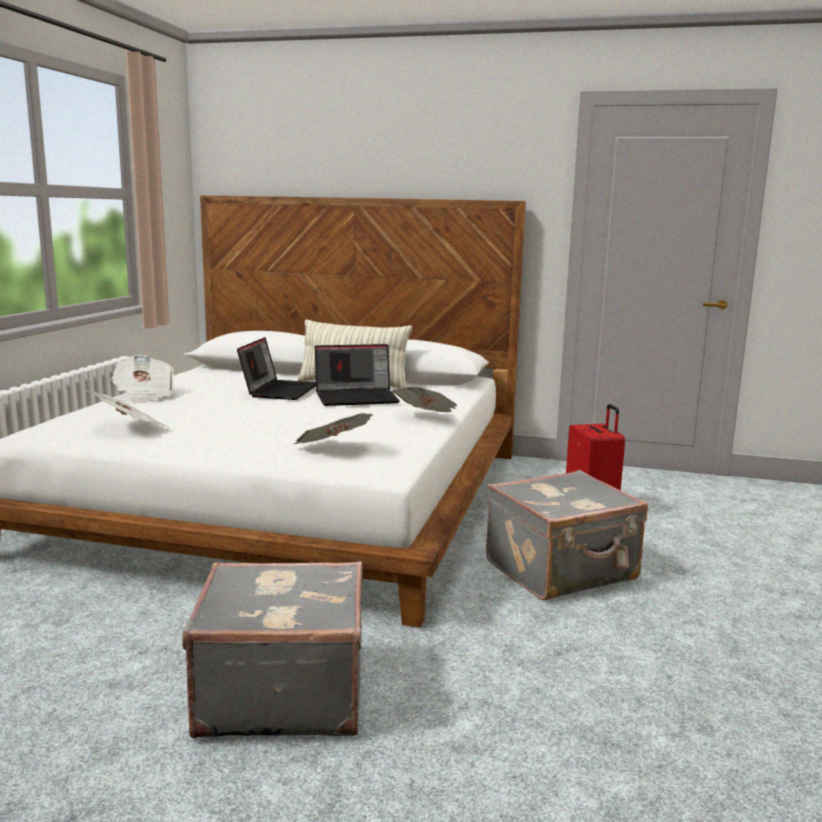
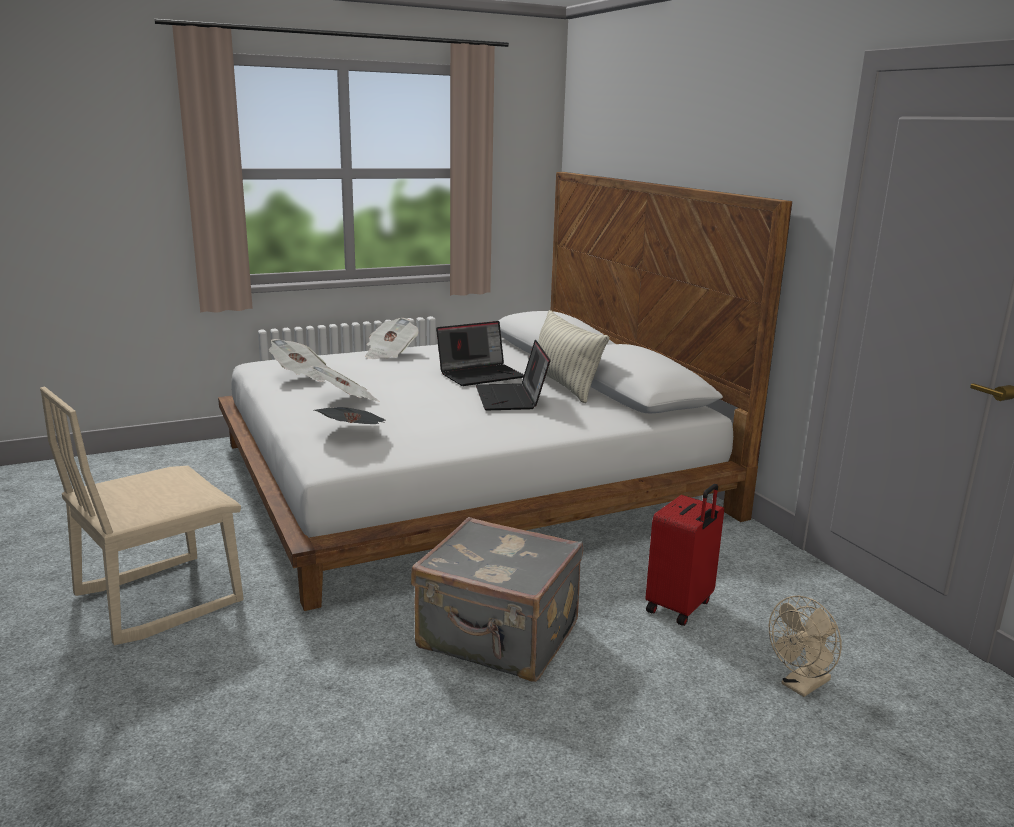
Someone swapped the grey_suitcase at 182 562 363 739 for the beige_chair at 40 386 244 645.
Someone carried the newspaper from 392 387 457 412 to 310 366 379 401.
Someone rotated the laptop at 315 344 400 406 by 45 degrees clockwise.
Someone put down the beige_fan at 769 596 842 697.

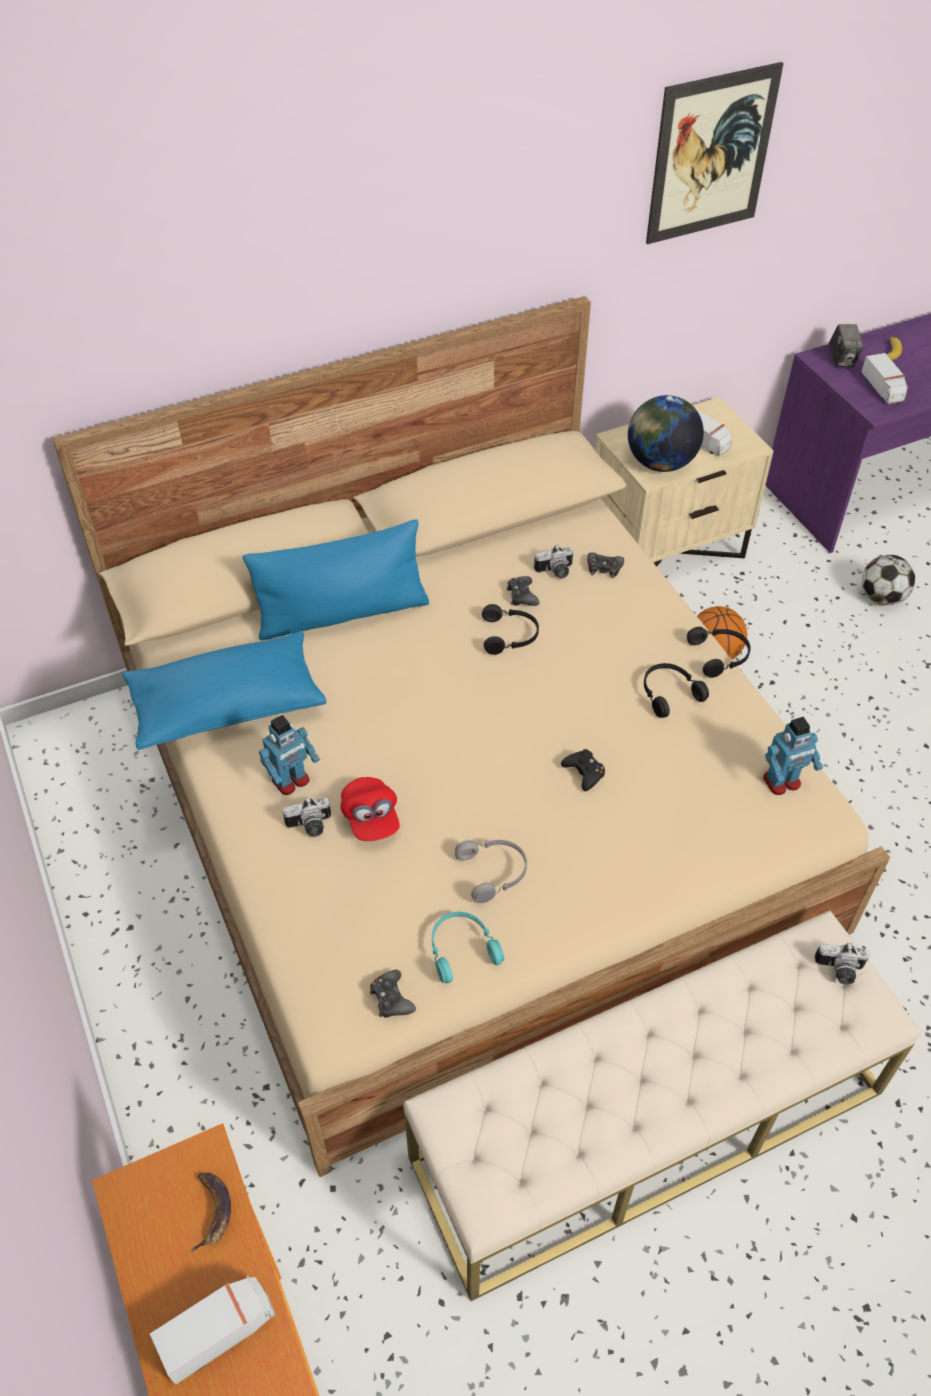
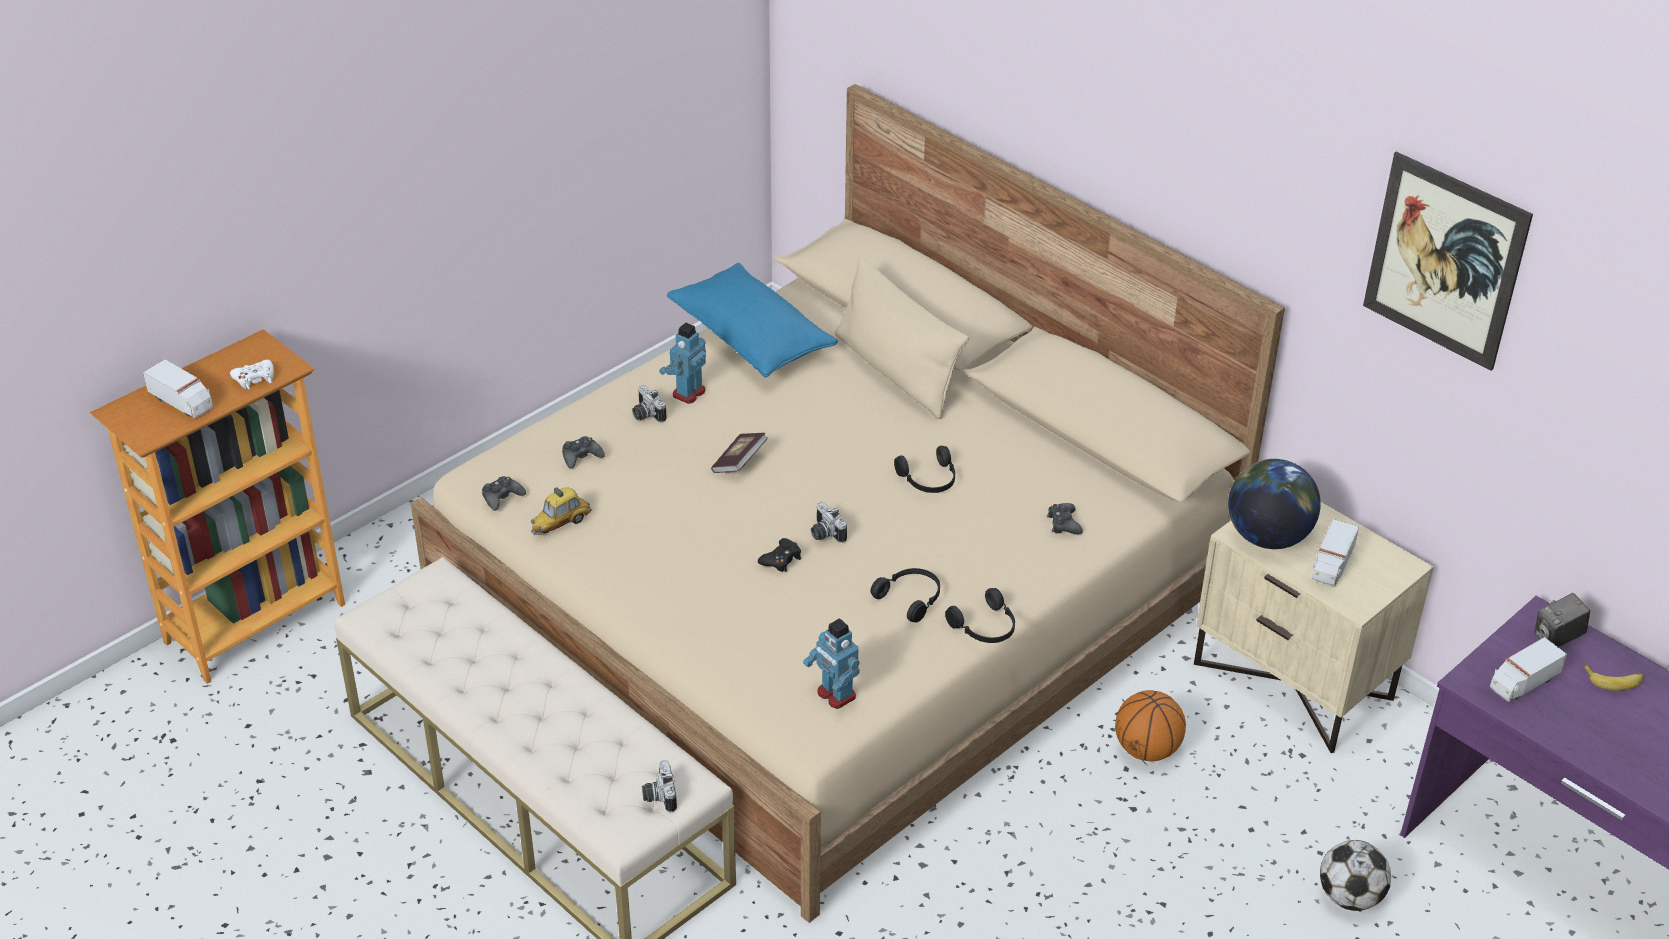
Someone swapped the banana at 191 1173 231 1251 for the white_game_controller at 230 360 274 390.
Someone swapped the turquoise_headphones at 432 912 504 983 for the toy_car at 531 487 592 535.
Someone carried the black_game_controller from 507 576 539 606 to 562 436 605 469.
Someone rotated the toy_robot at 259 715 320 795 by 90 degrees clockwise.
Someone put down the book at 711 433 768 473.
Someone carried the photo_camera from 534 545 573 578 to 811 502 847 543.
Someone repainted the blue_pillow at 243 520 429 640, which became the beige_pillow at 835 256 969 419.
Someone took away the red_cap at 341 777 400 841.
Someone took away the grey_headphones at 455 840 527 903.

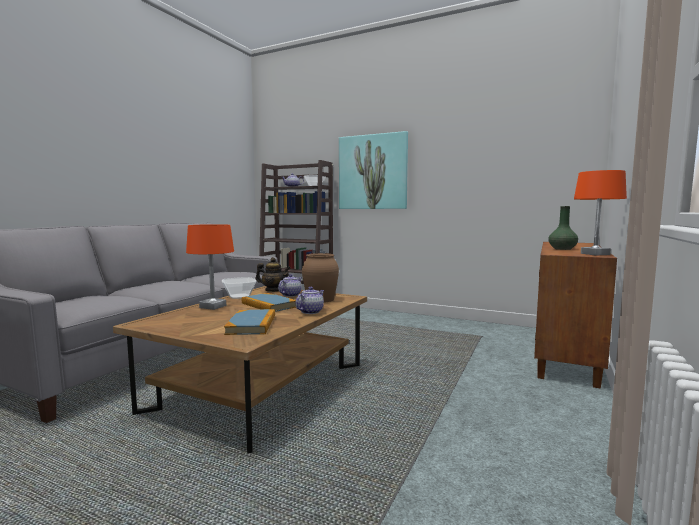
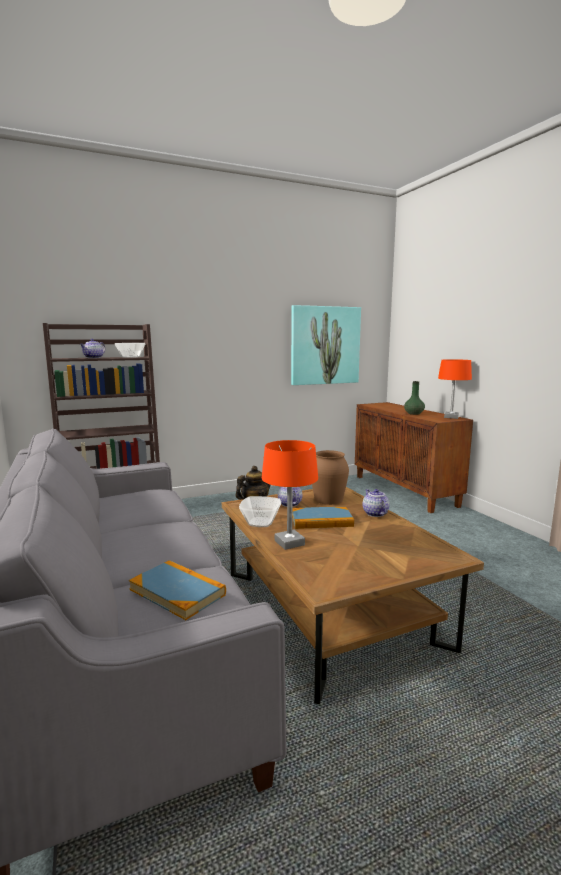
Someone carried the book from 224 309 275 335 to 129 560 226 620.
Someone carried the picture from 339 131 408 209 to 291 305 361 385.

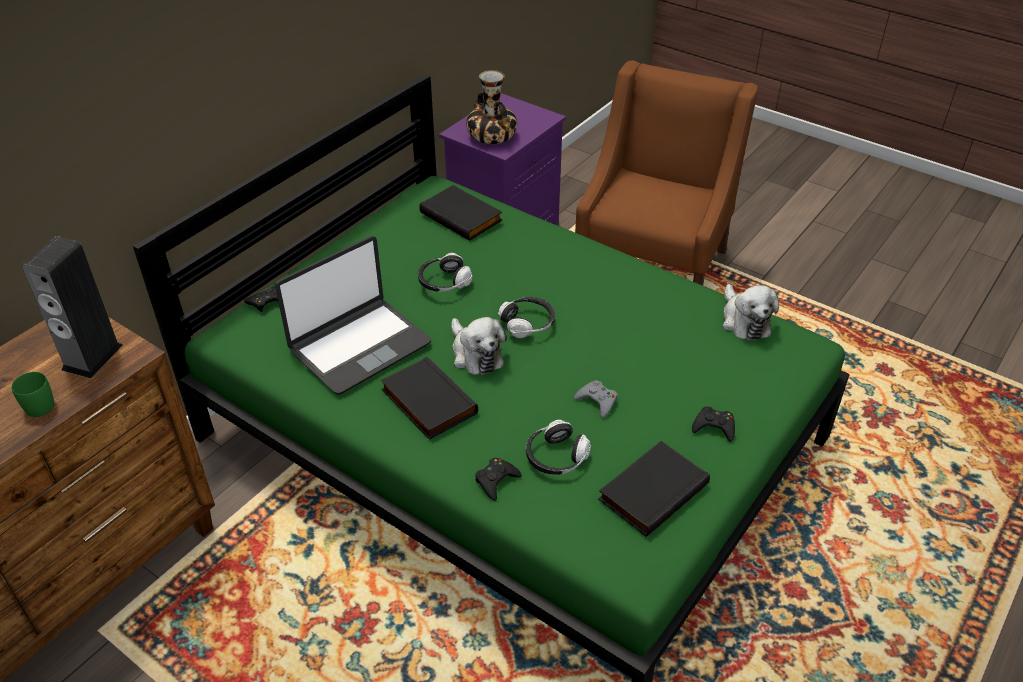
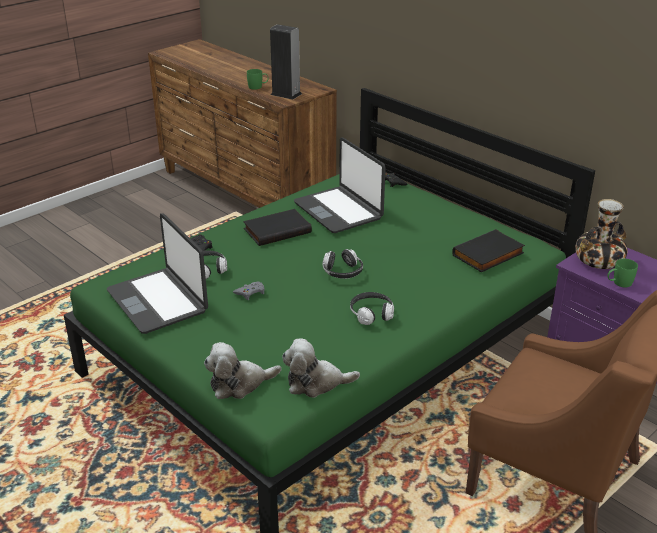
Someone swapped the black_book at 598 441 710 537 for the laptop at 107 213 208 334.
Someone carried the plush_toy from 451 317 507 376 to 204 342 281 399.
Someone carried the headphones from 418 253 472 292 to 350 292 394 325.
Someone put down the green_mug at 607 259 638 287.
Someone took away the black_game_controller at 692 407 735 442.

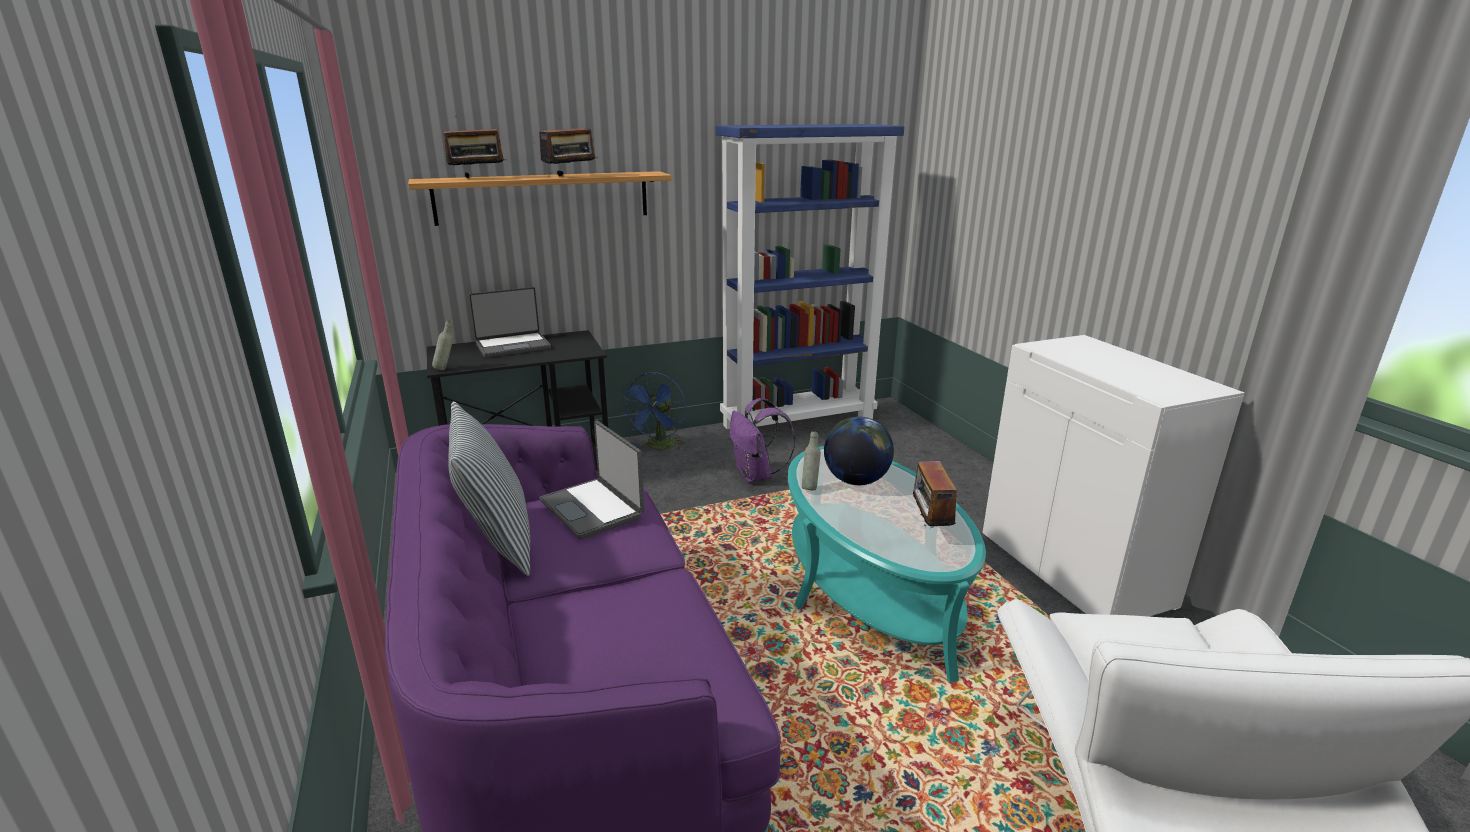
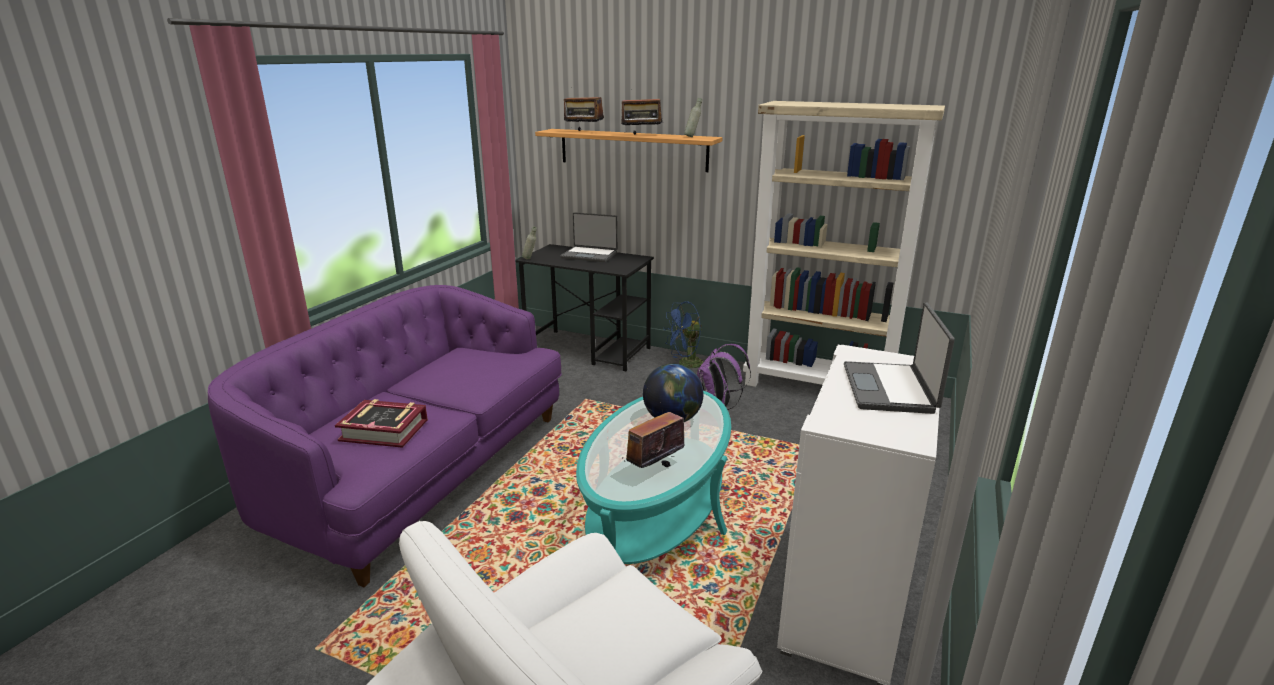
Someone put down the book at 335 399 428 448.
Someone carried the grey_bottle from 802 431 821 490 to 684 98 702 137.
Someone repainted the blue_bookcase at 716 124 904 429, which became the beige_bookcase at 743 101 945 387.
Someone carried the laptop from 540 420 644 540 to 844 303 955 414.
Someone took away the pillow at 448 401 530 576.

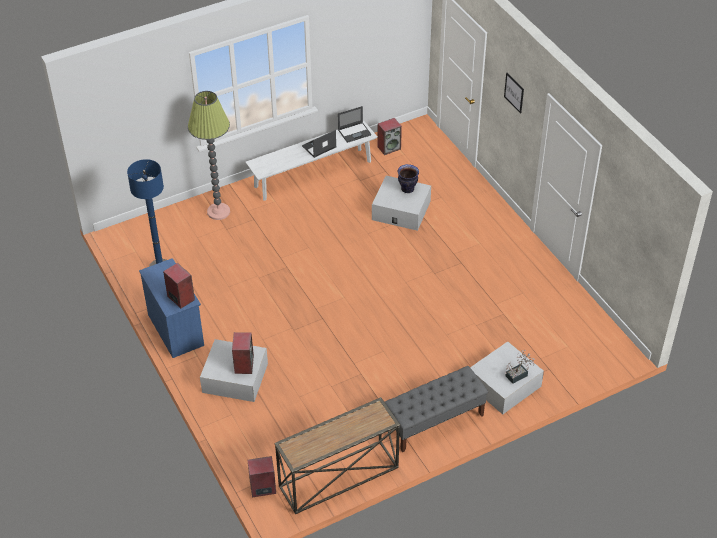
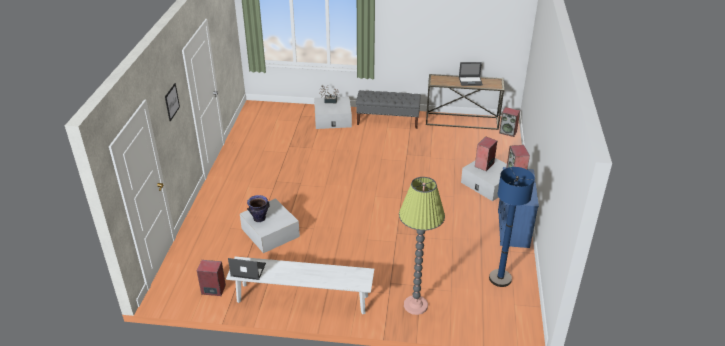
Someone carried the laptop from 302 130 337 158 to 459 62 483 86.

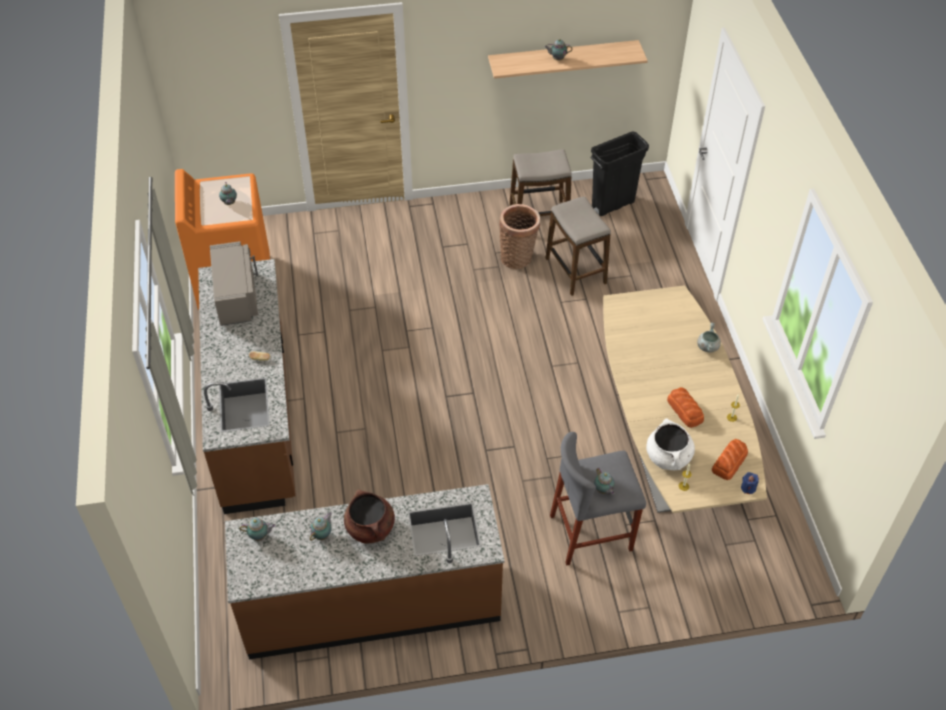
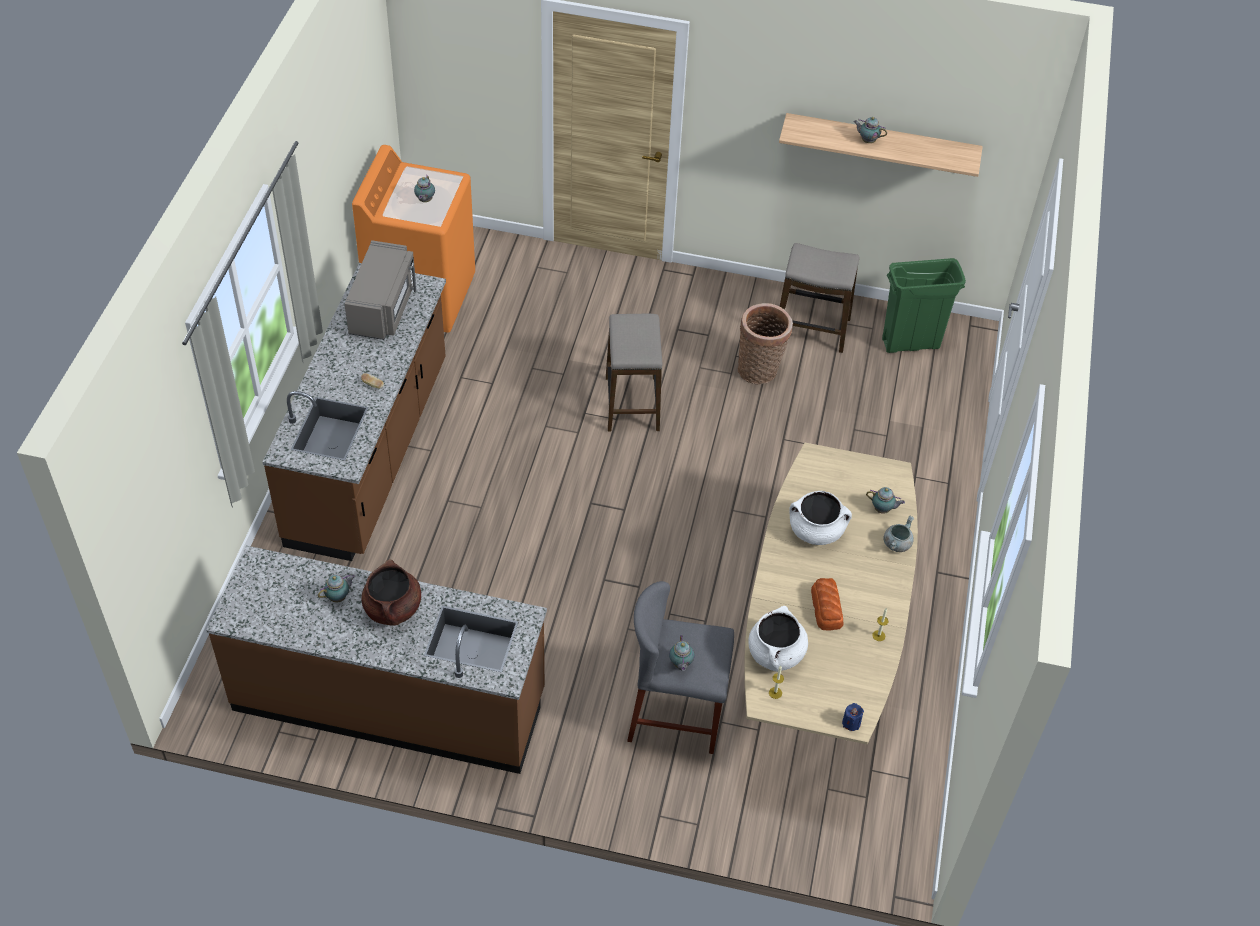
Someone carried the stool from 546 197 611 296 to 606 314 662 432.
Someone put down the white_cooking_pot at 789 491 852 545.
Someone carried the teapot from 239 518 276 541 to 866 487 905 514.
Someone repainted the black_trash_can at 590 131 649 216, which became the green_trash_can at 882 258 966 353.
Someone took away the bread at 712 439 748 480.

